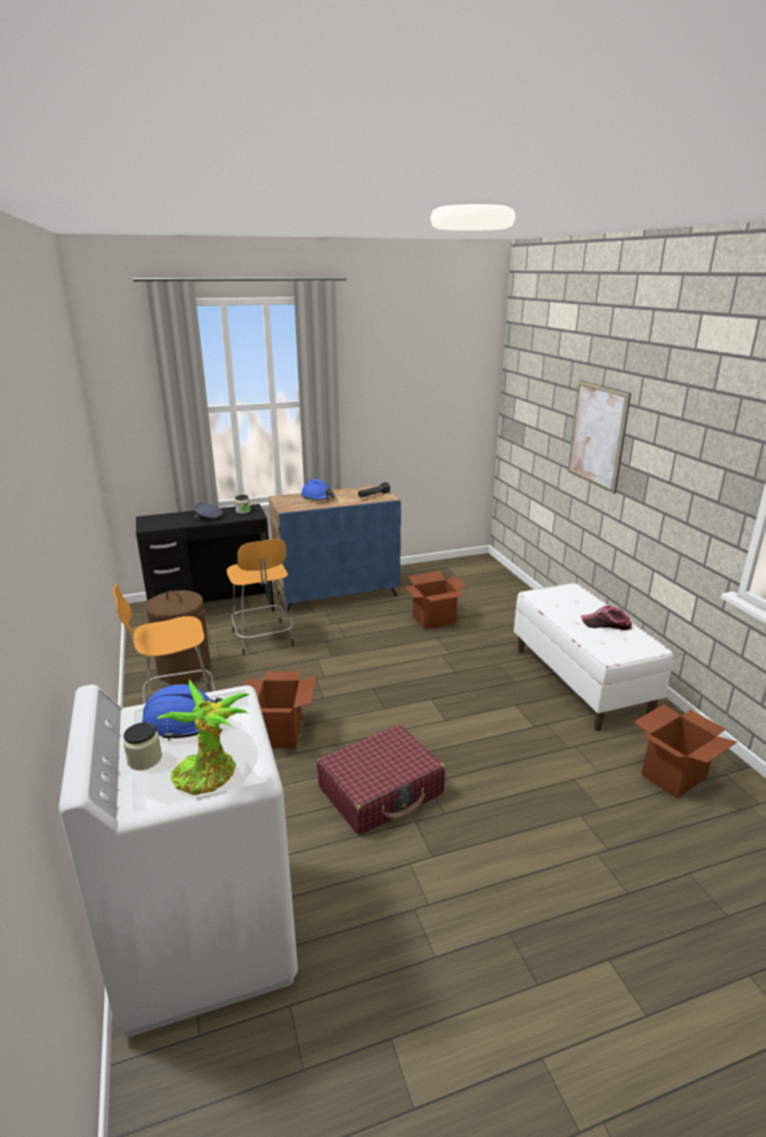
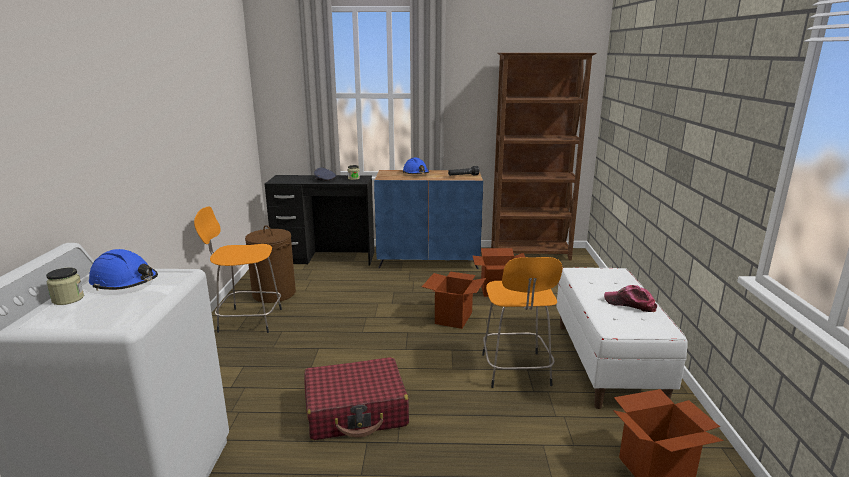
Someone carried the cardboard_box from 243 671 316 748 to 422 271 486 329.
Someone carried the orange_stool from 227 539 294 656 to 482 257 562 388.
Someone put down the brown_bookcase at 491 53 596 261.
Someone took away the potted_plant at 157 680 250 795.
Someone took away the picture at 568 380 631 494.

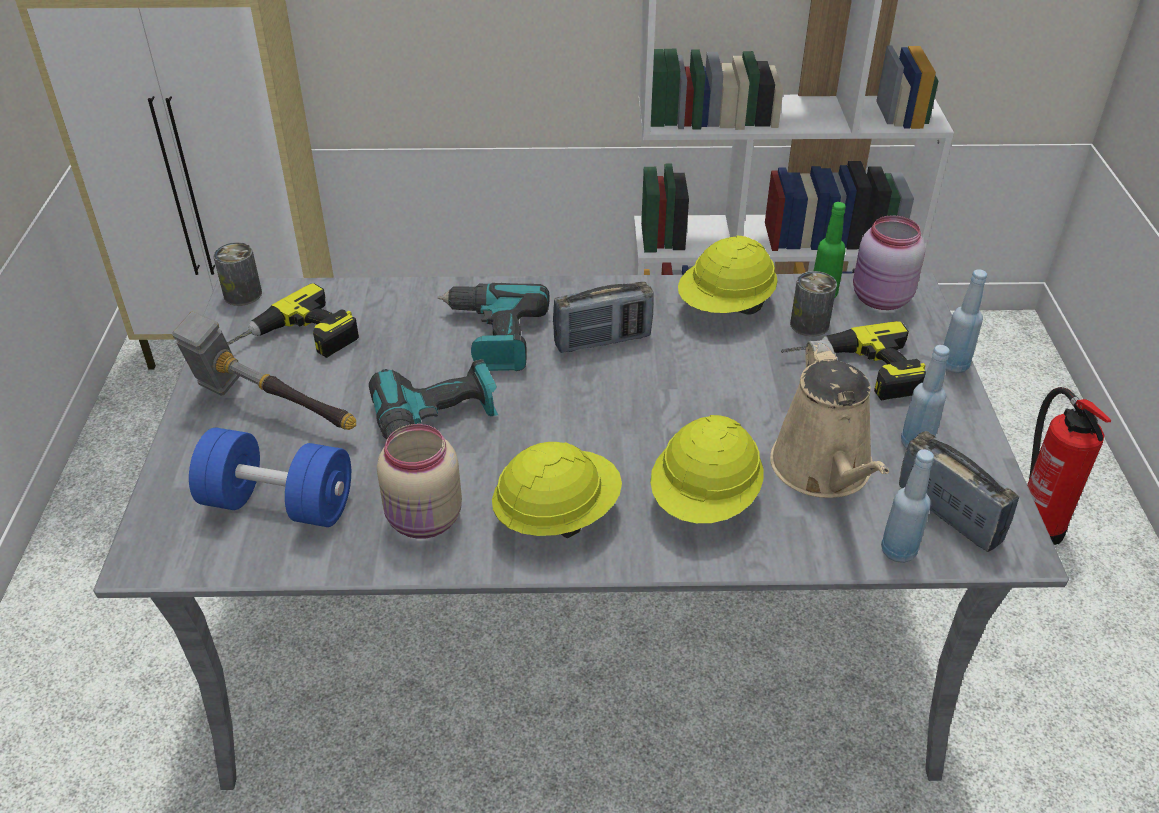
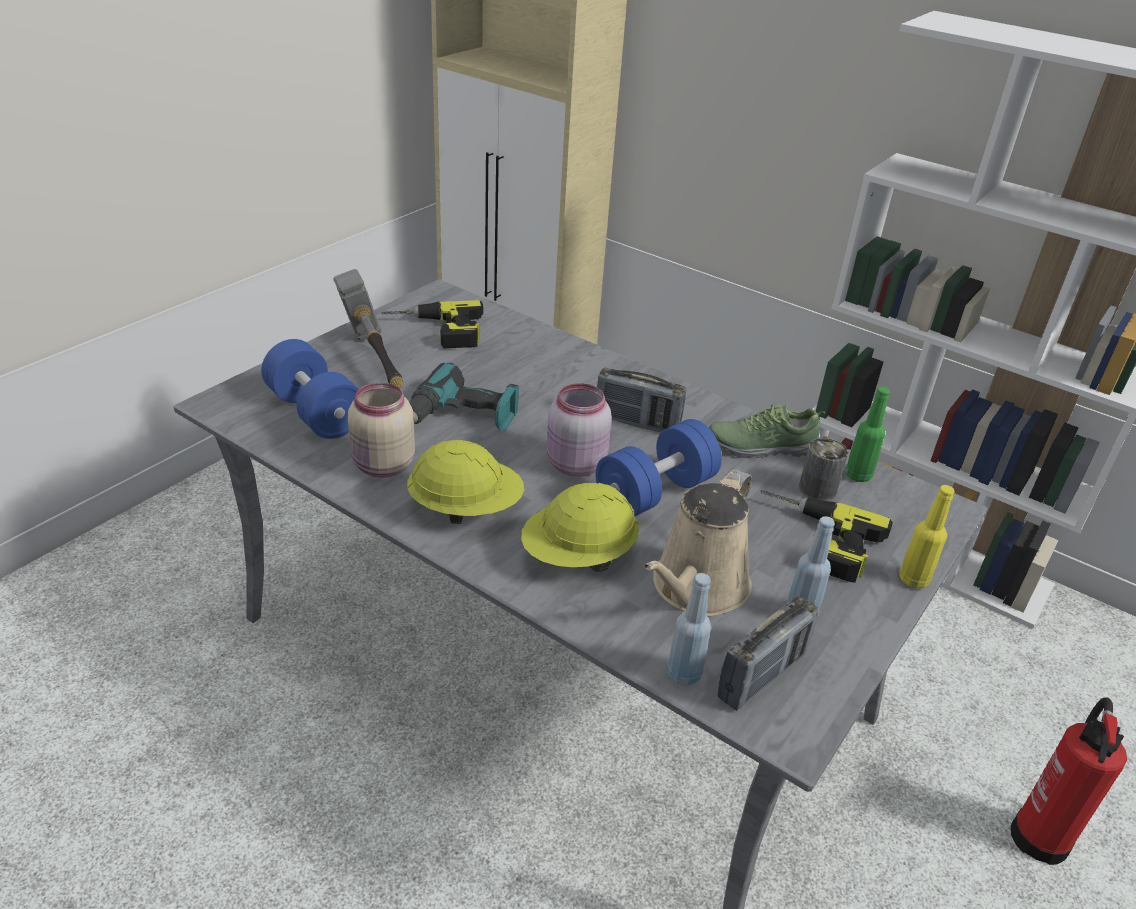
Someone carried the pink_jar from 853 215 926 310 to 547 383 612 476.
Someone put down the blue_dumbbell at 596 419 722 516.
Someone swapped the yellow_hard_hat at 678 236 778 314 for the shoe at 709 404 825 458.
Someone rotated the radio at 899 431 1019 552 by 45 degrees clockwise.
Someone repainted the blue_bottle at 944 269 987 373, which became the yellow_bottle at 899 485 955 588.
Someone took away the can at 213 242 262 306.
Someone took away the power_drill at 437 283 549 371.

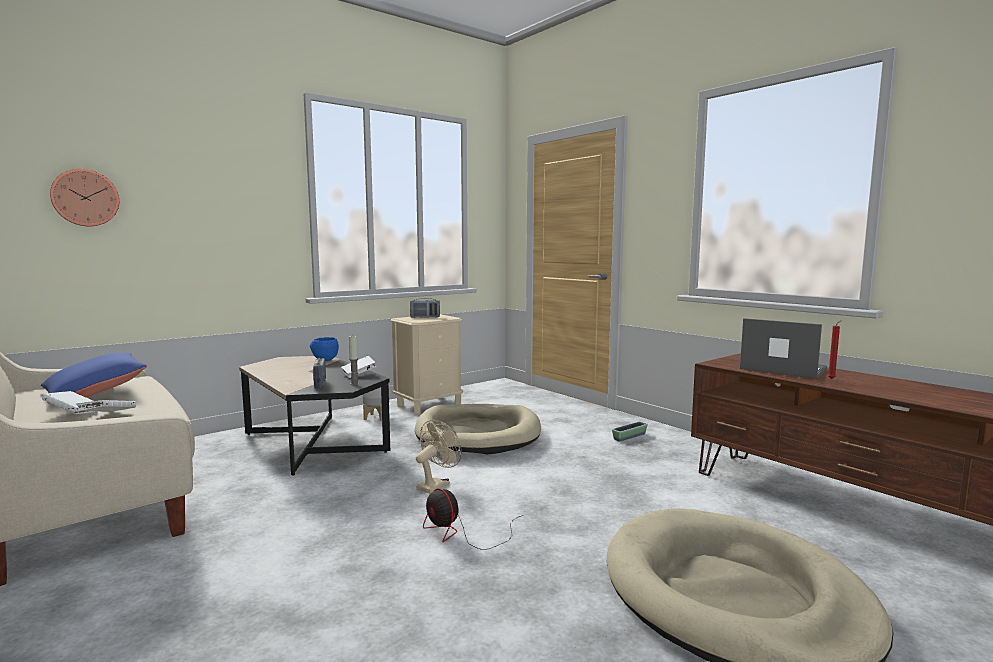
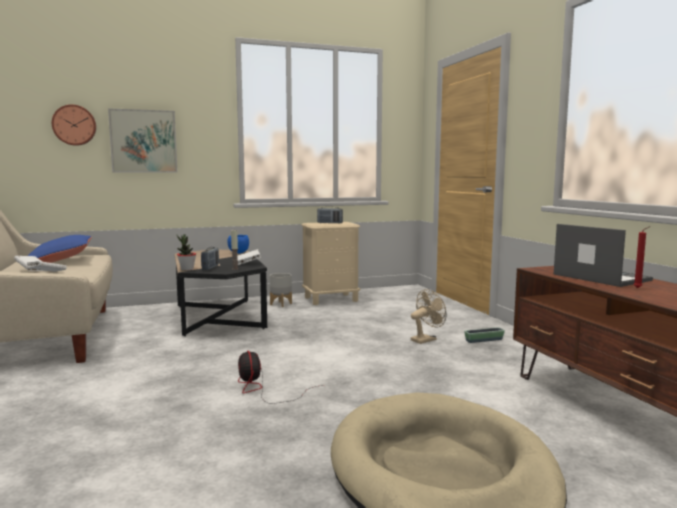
Someone put up the picture at 108 108 177 173.
Someone put down the potted_plant at 177 234 196 271.
Someone carried the beige_fan from 416 420 462 494 to 411 289 446 344.
Someone took away the beige_dog_bed at 415 404 541 454.

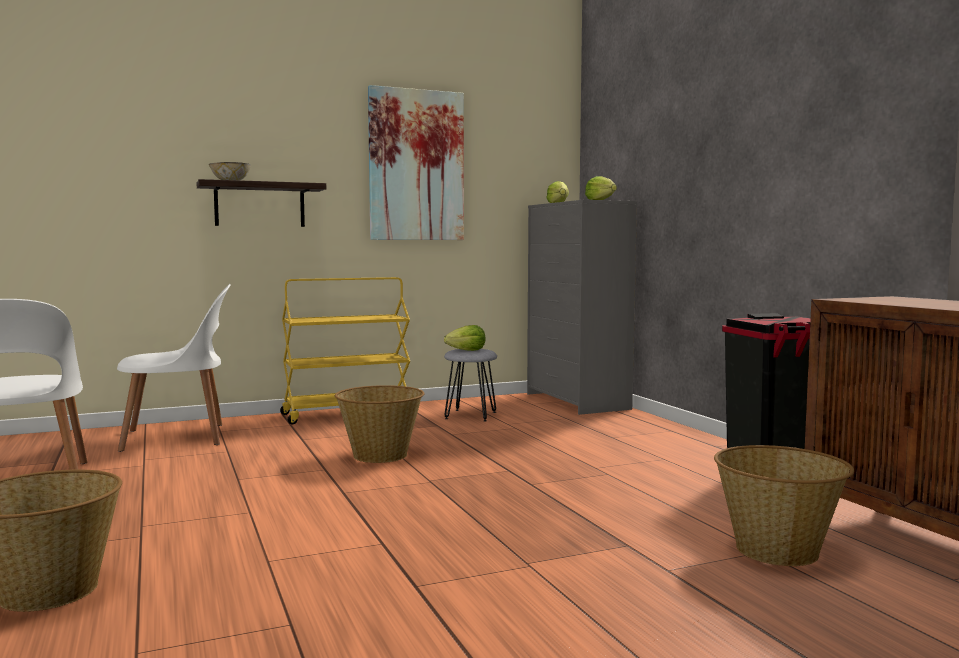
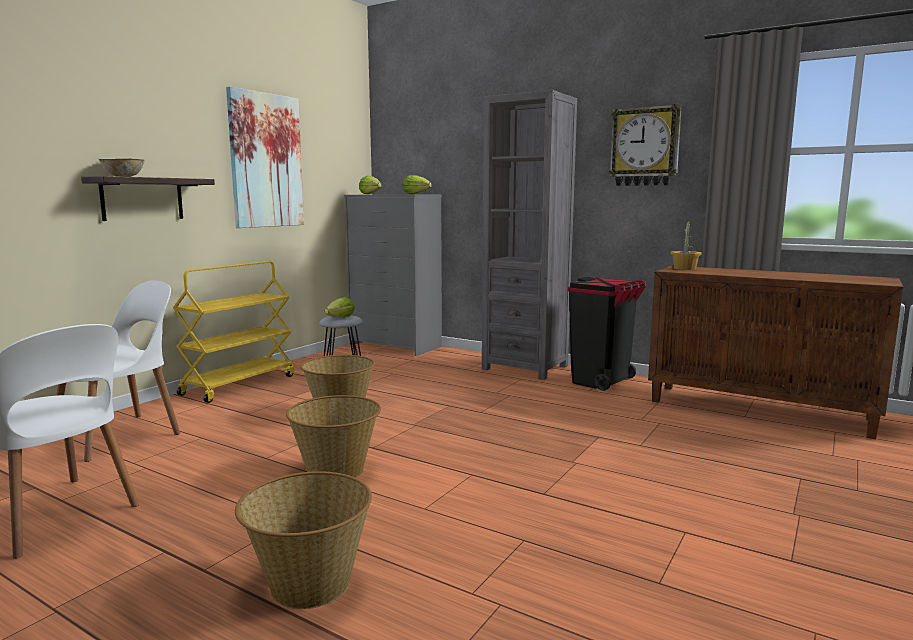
Someone carried the basket from 714 445 854 566 to 286 395 381 478.
Someone put down the grey_bookcase at 482 90 577 380.
Someone put up the wall_clock at 609 104 682 186.
Someone put down the potted_plant at 670 219 702 270.

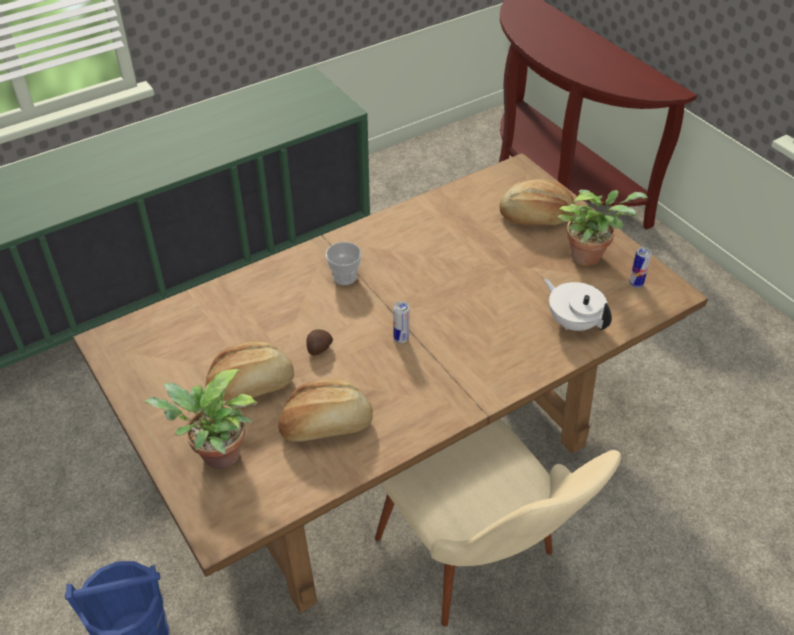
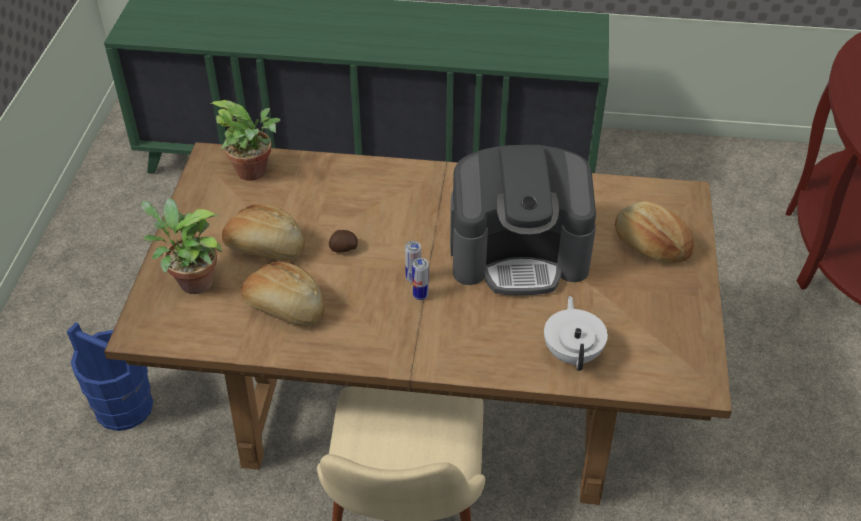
Someone carried the potted_plant from 557 190 648 266 to 210 100 281 181.
Someone carried the can from 629 247 652 288 to 412 258 429 300.
Someone put down the coffee_machine at 450 145 596 295.
Someone took away the cup at 326 242 362 285.

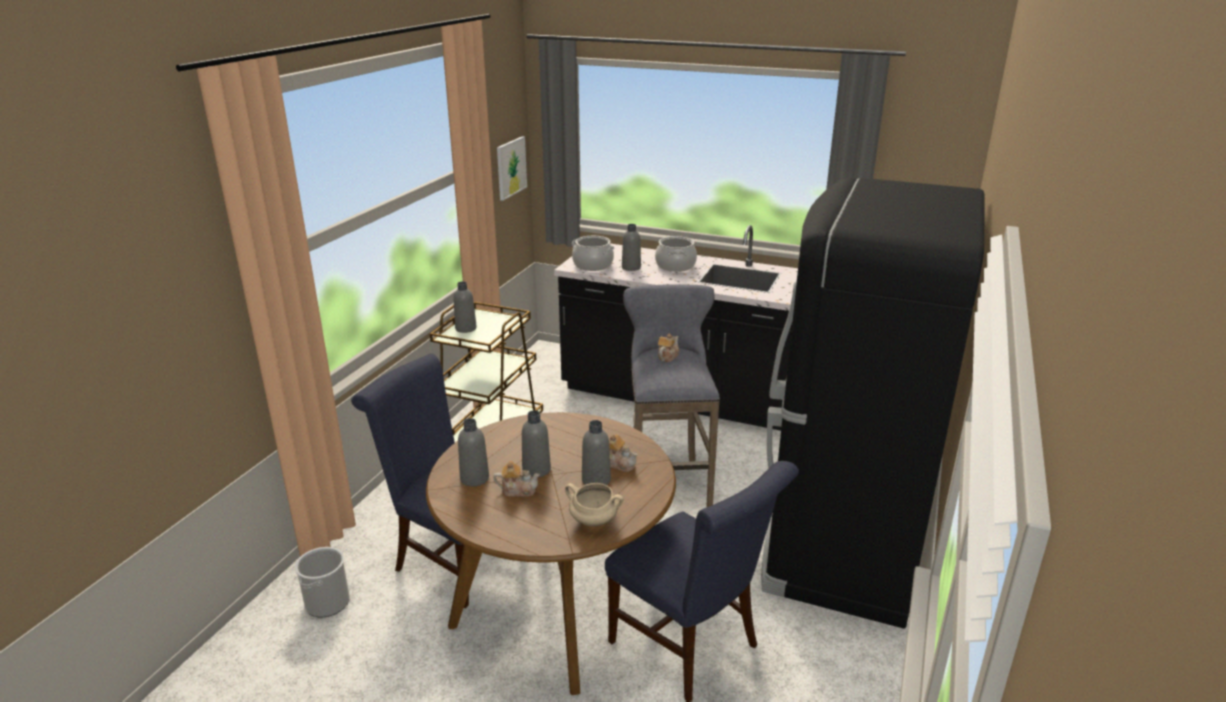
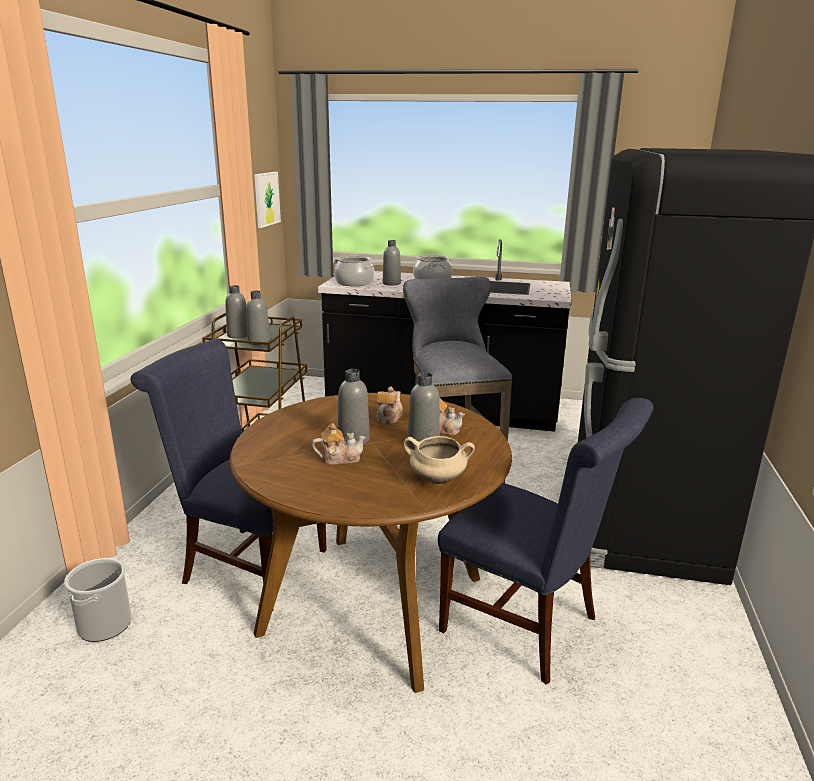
Someone carried the grey_bottle from 458 418 489 487 to 246 291 270 345.
Someone carried the teapot from 658 334 679 362 to 376 387 403 424.

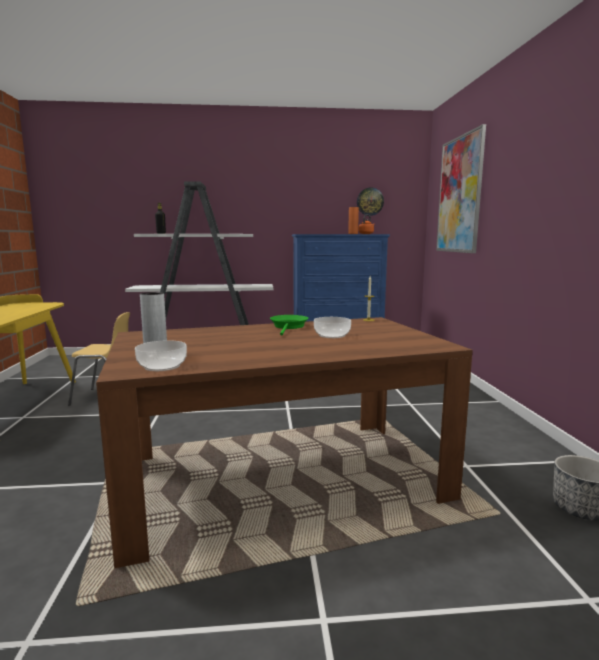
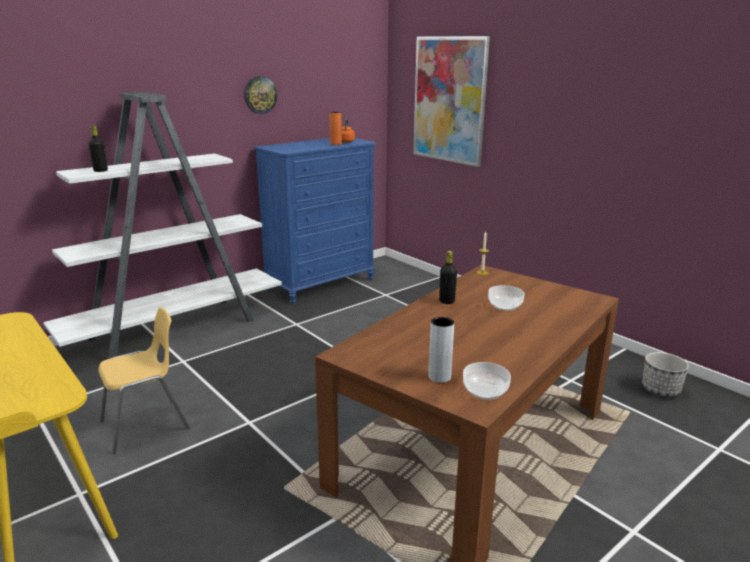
Someone carried the wall_clock from 357 187 384 216 to 244 76 277 114.
Someone swapped the green_frying_pan at 270 315 308 336 for the black_bottle at 439 251 457 304.

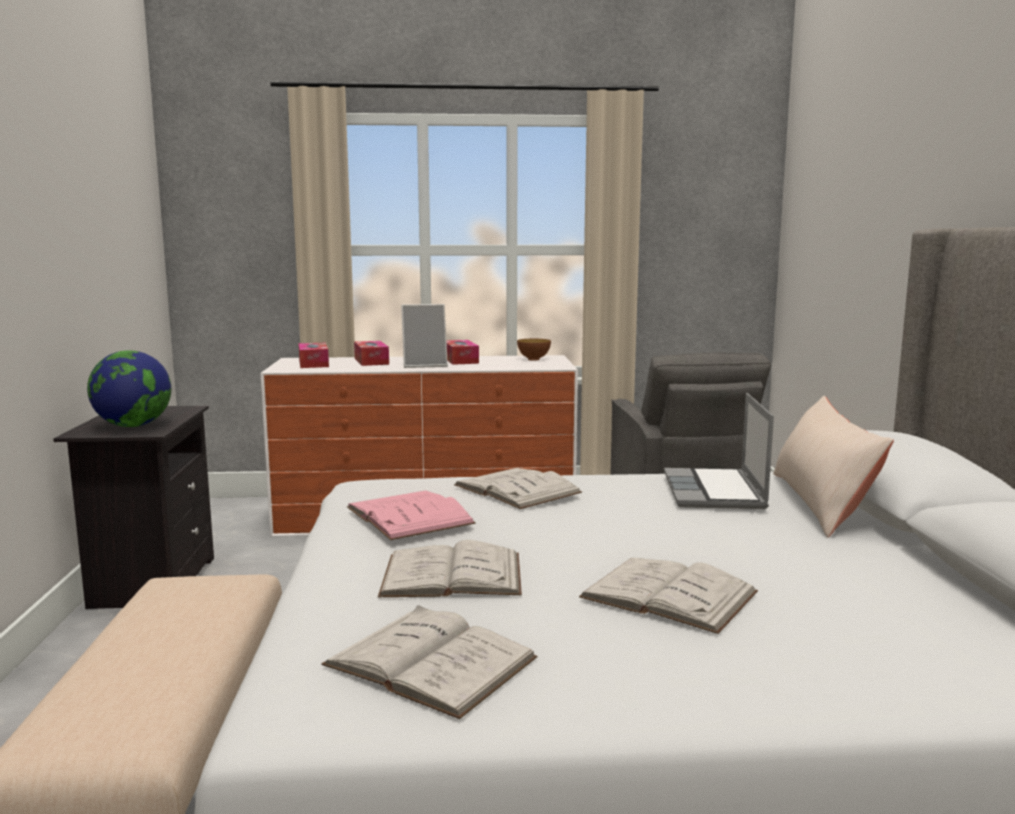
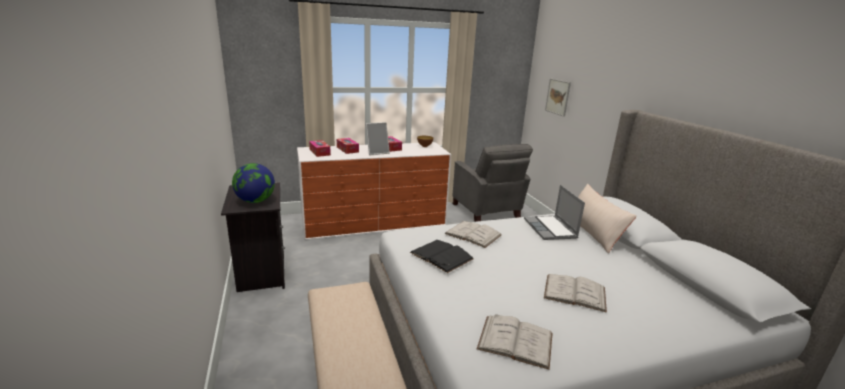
Someone repainted the pink_book at 347 491 476 540, which became the black_book at 410 240 474 273.
Someone put up the picture at 545 79 571 117.
Someone took away the white_book at 378 540 522 597.

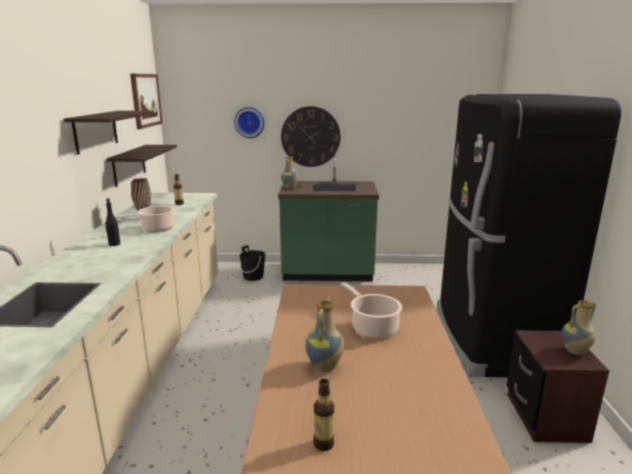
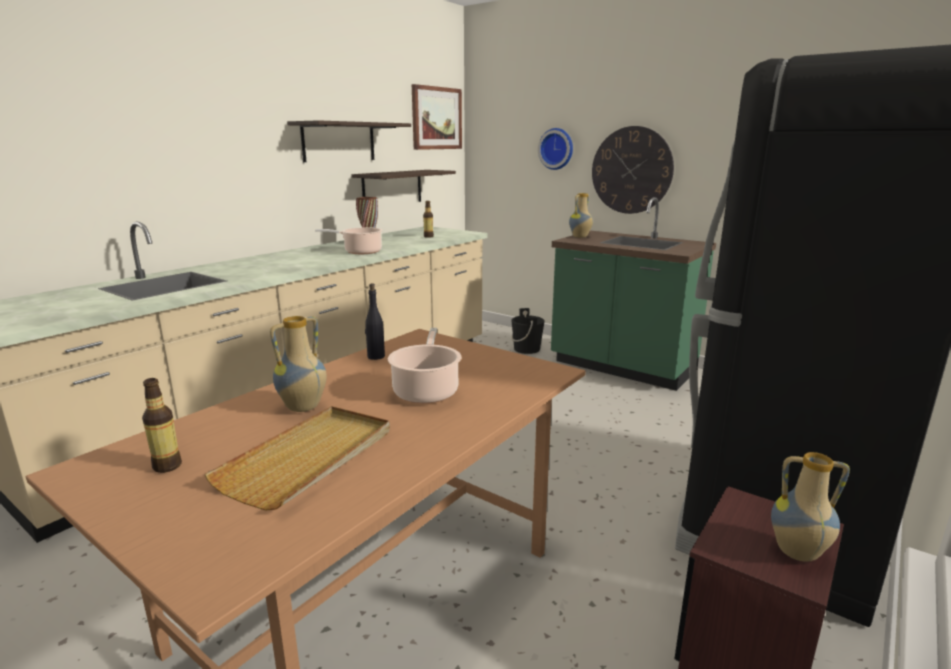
Someone put down the beige_tray at 204 406 390 511.
Someone carried the black_bottle from 106 198 120 246 to 365 283 385 360.

